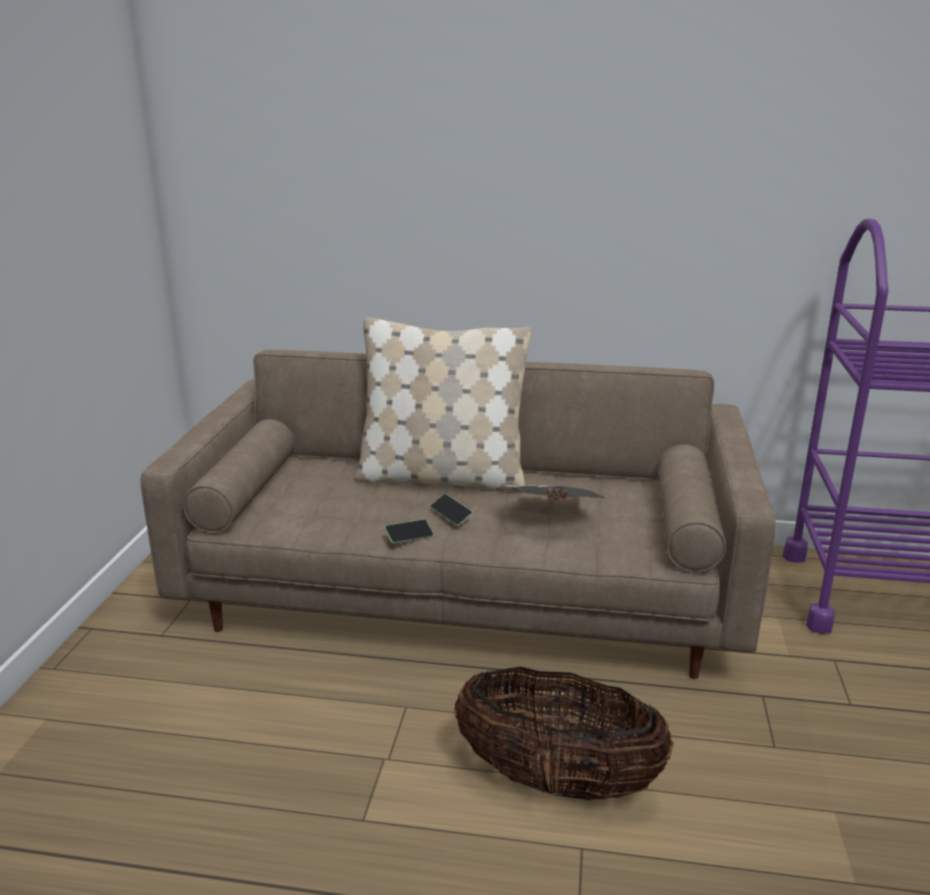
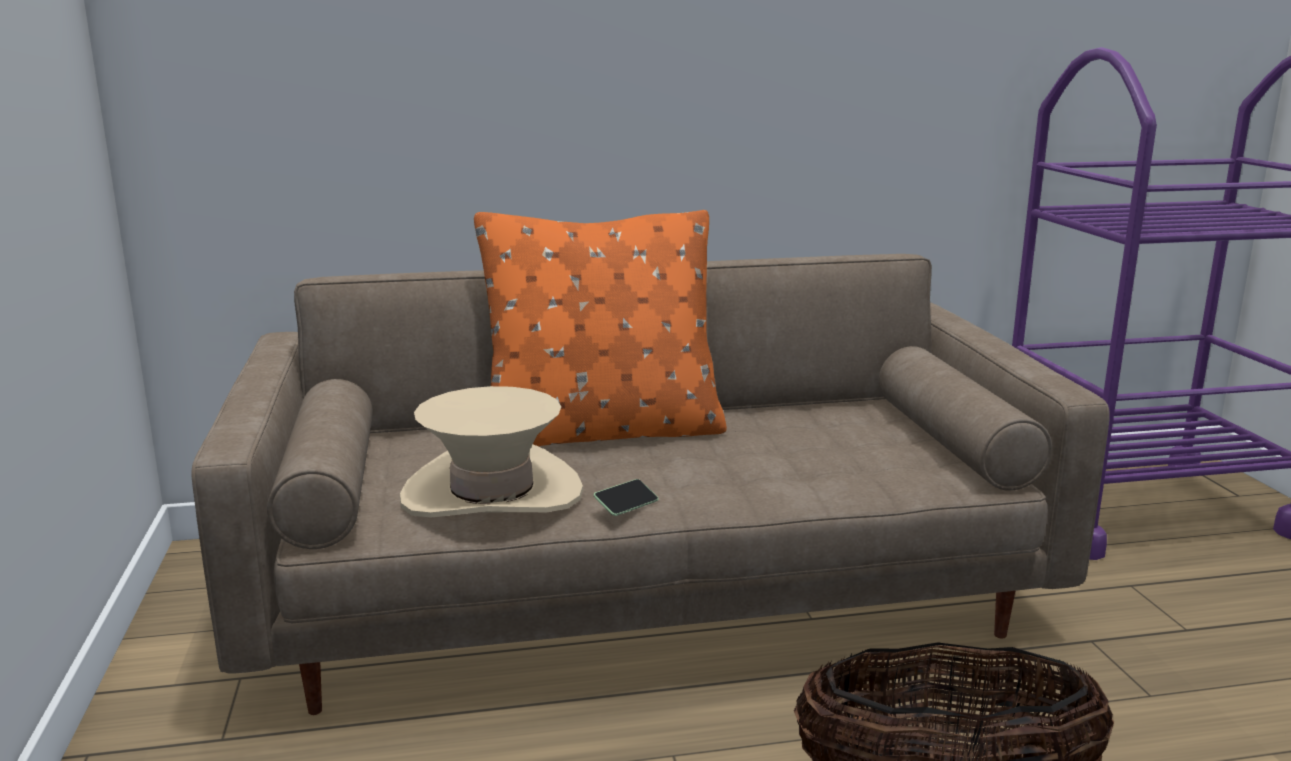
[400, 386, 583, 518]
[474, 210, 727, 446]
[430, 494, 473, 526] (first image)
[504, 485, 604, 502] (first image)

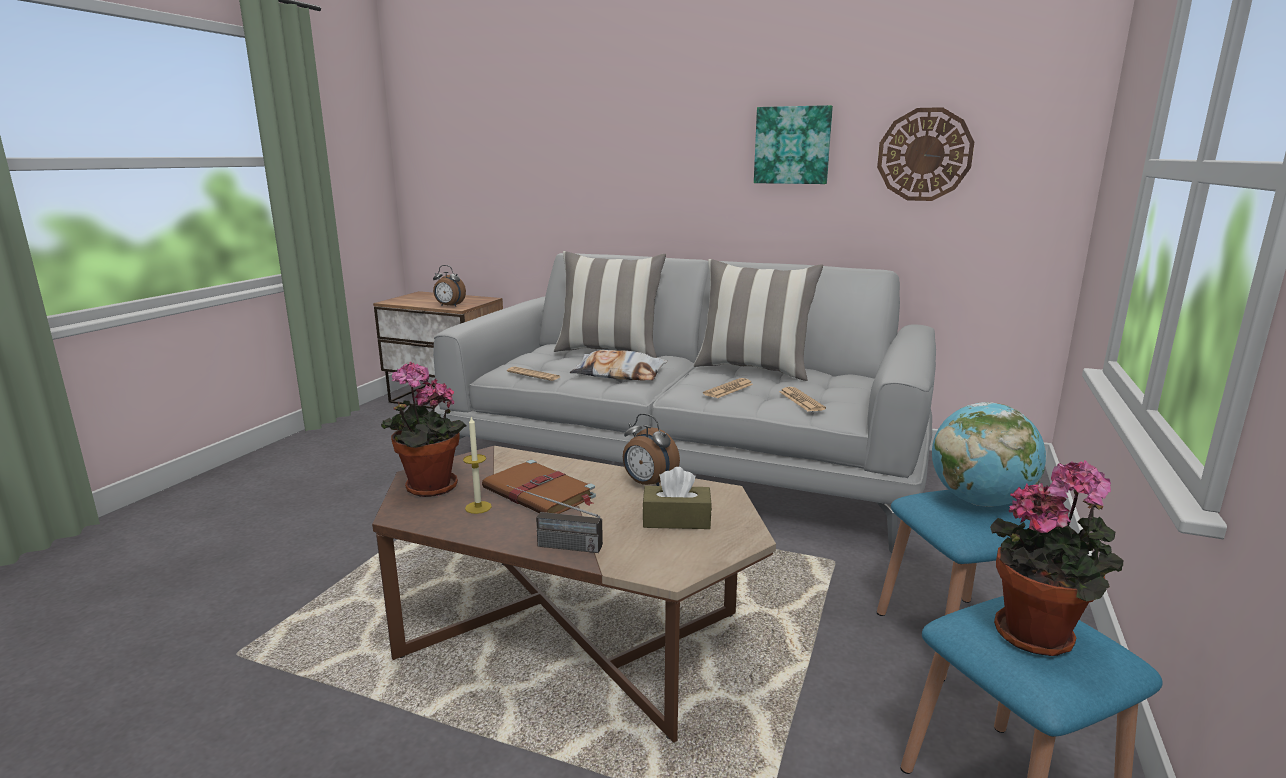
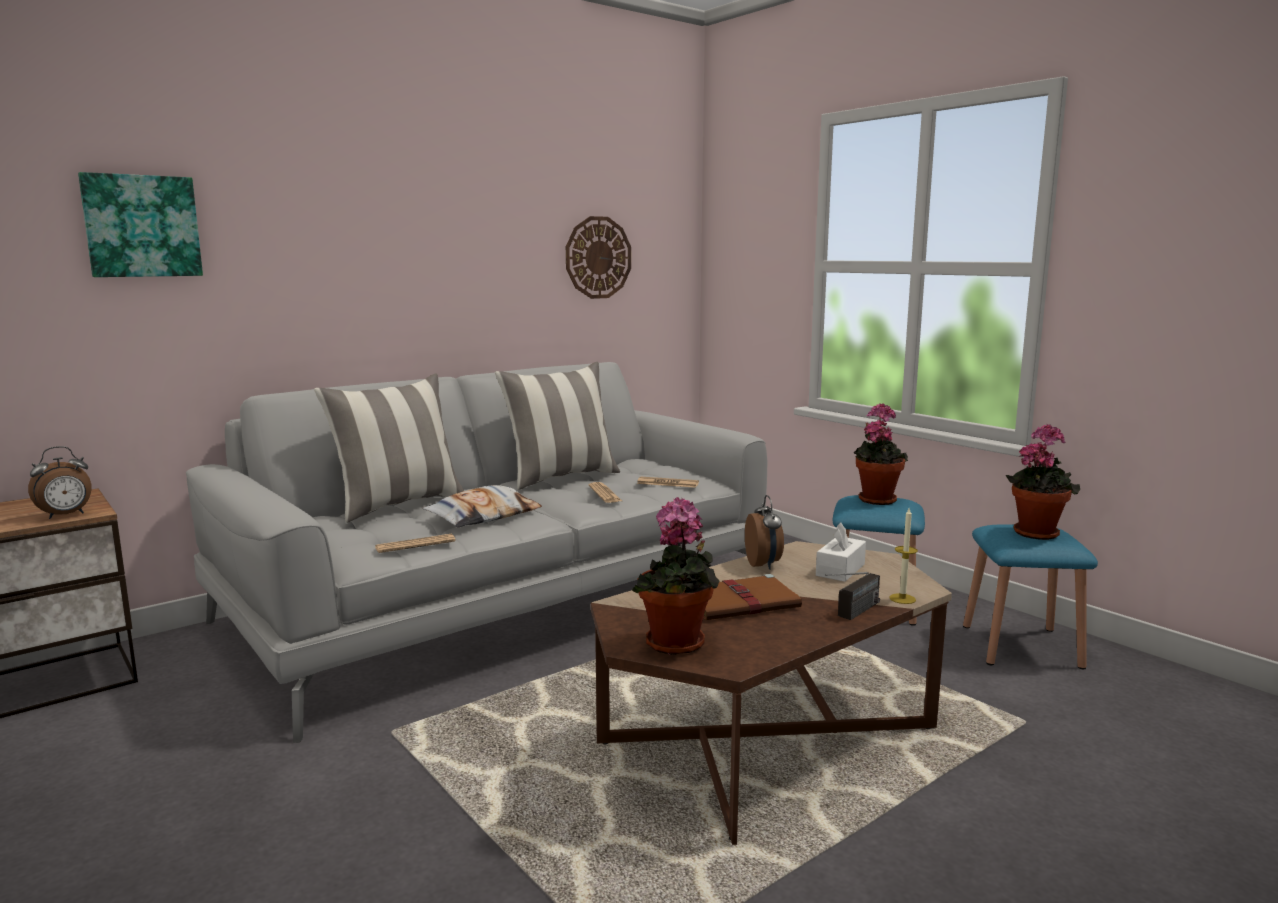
[78, 172, 203, 277]
[745, 495, 784, 570]
[816, 522, 866, 582]
[854, 403, 908, 505]
[889, 508, 918, 604]

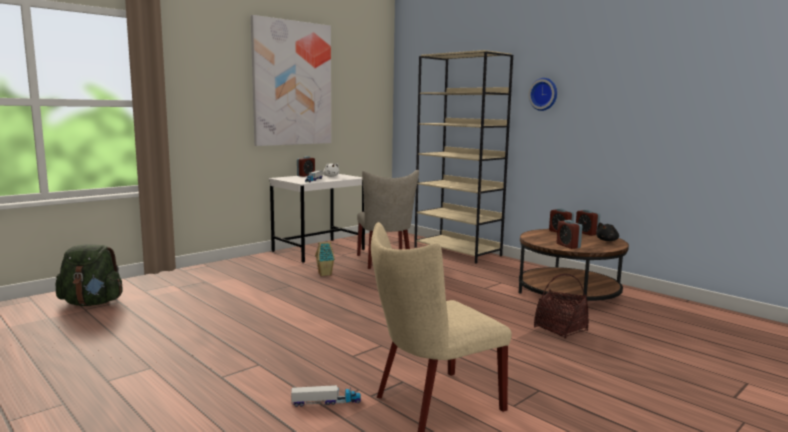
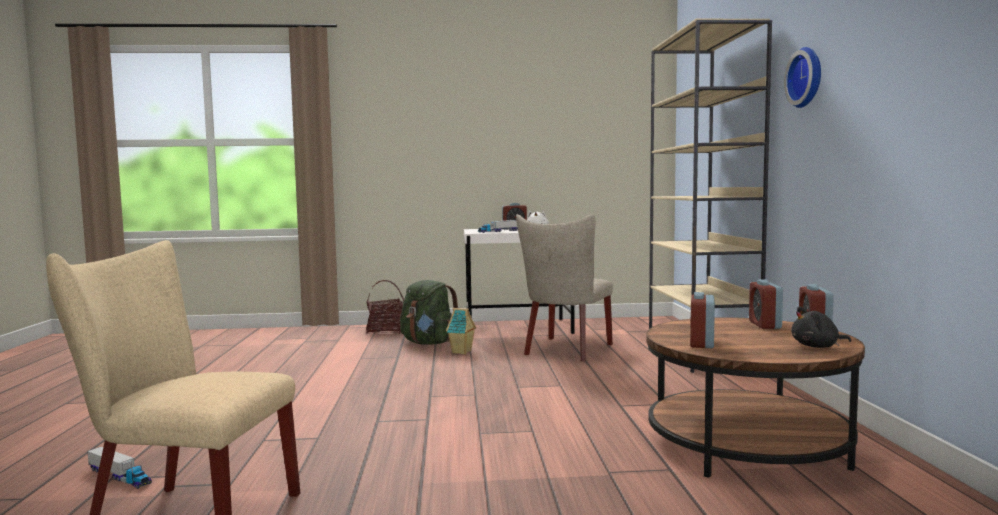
[366, 280, 404, 334]
[400, 280, 459, 345]
[251, 15, 331, 146] (first image)

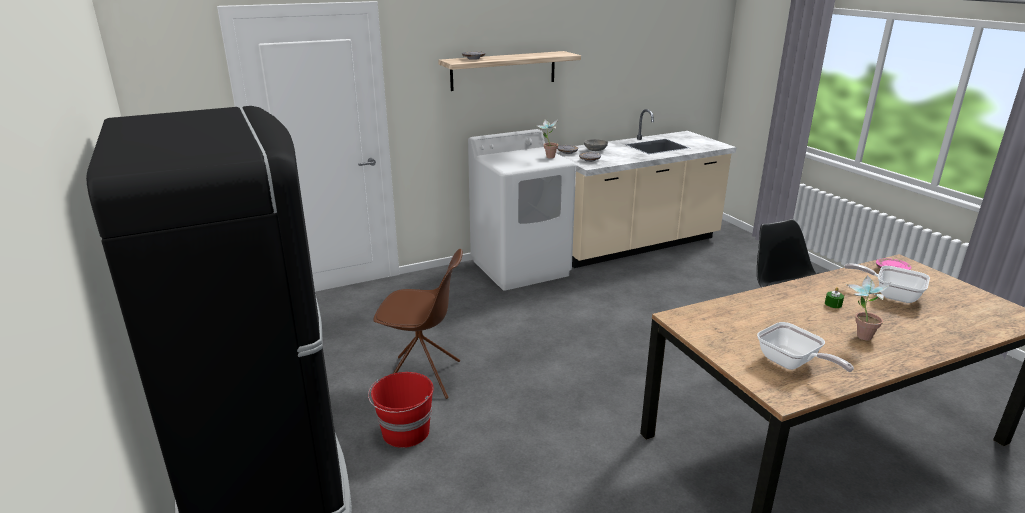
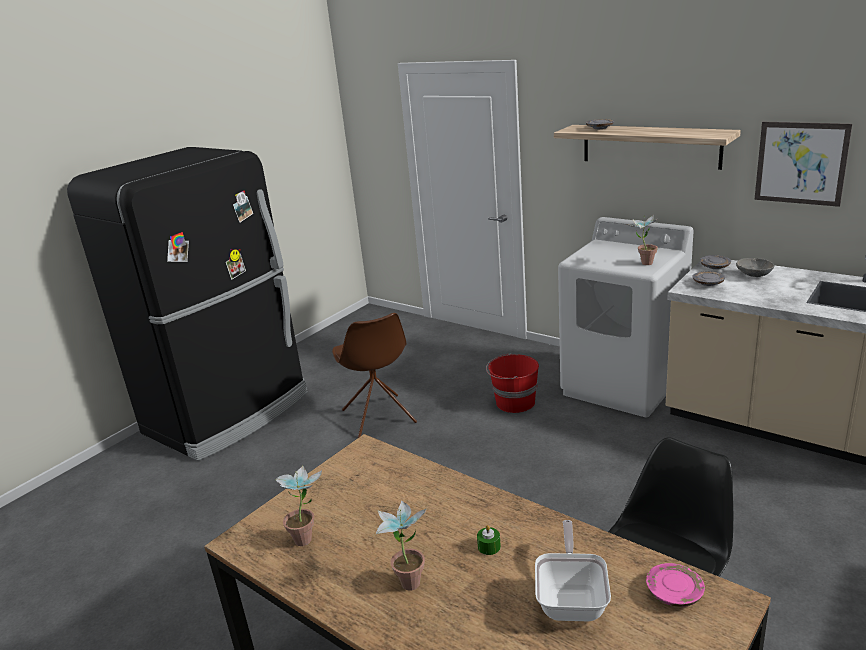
[275, 466, 322, 546]
[486, 353, 539, 413]
[754, 122, 852, 207]

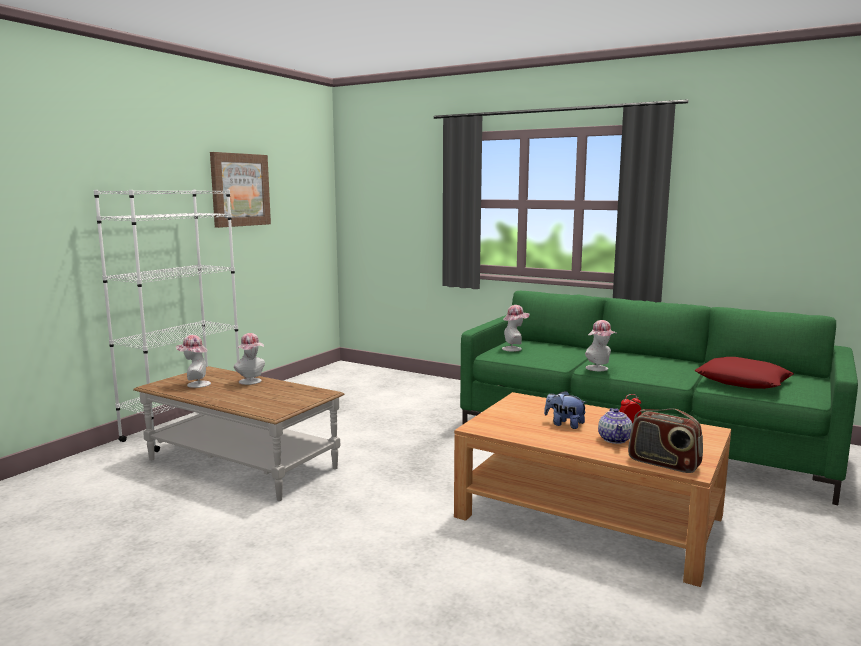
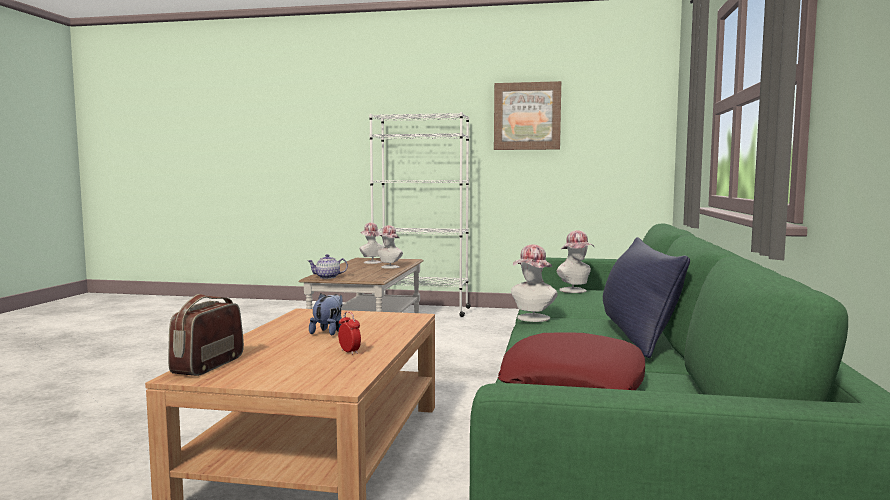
[308, 254, 348, 279]
[603, 237, 690, 358]

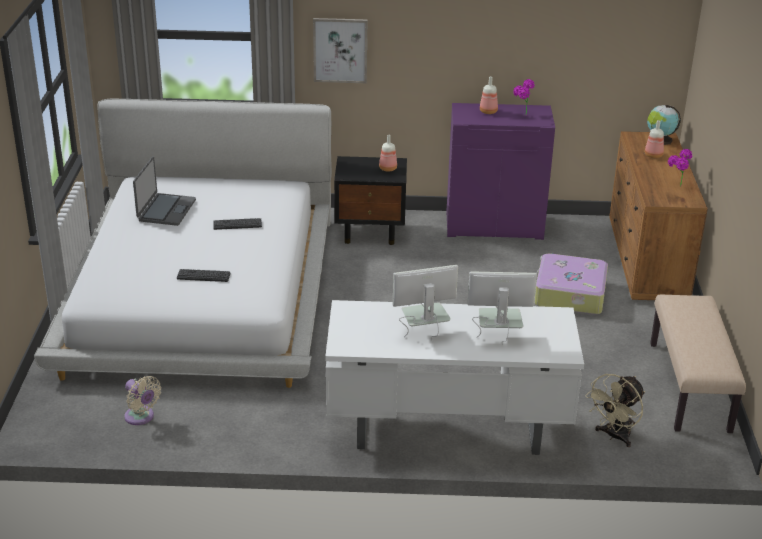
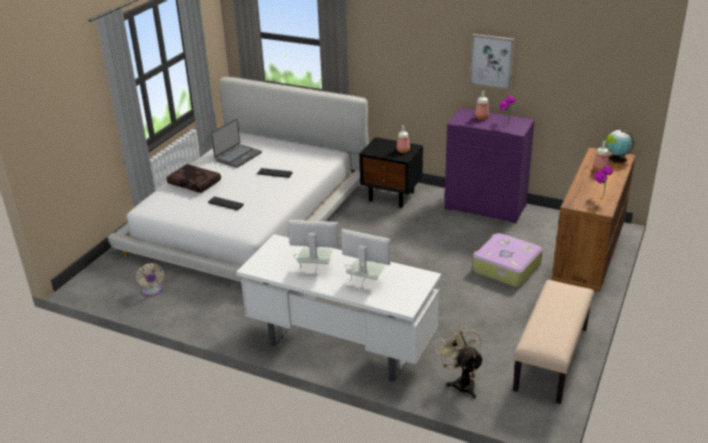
[166, 164, 221, 193]
[435, 325, 484, 398]
[470, 34, 515, 90]

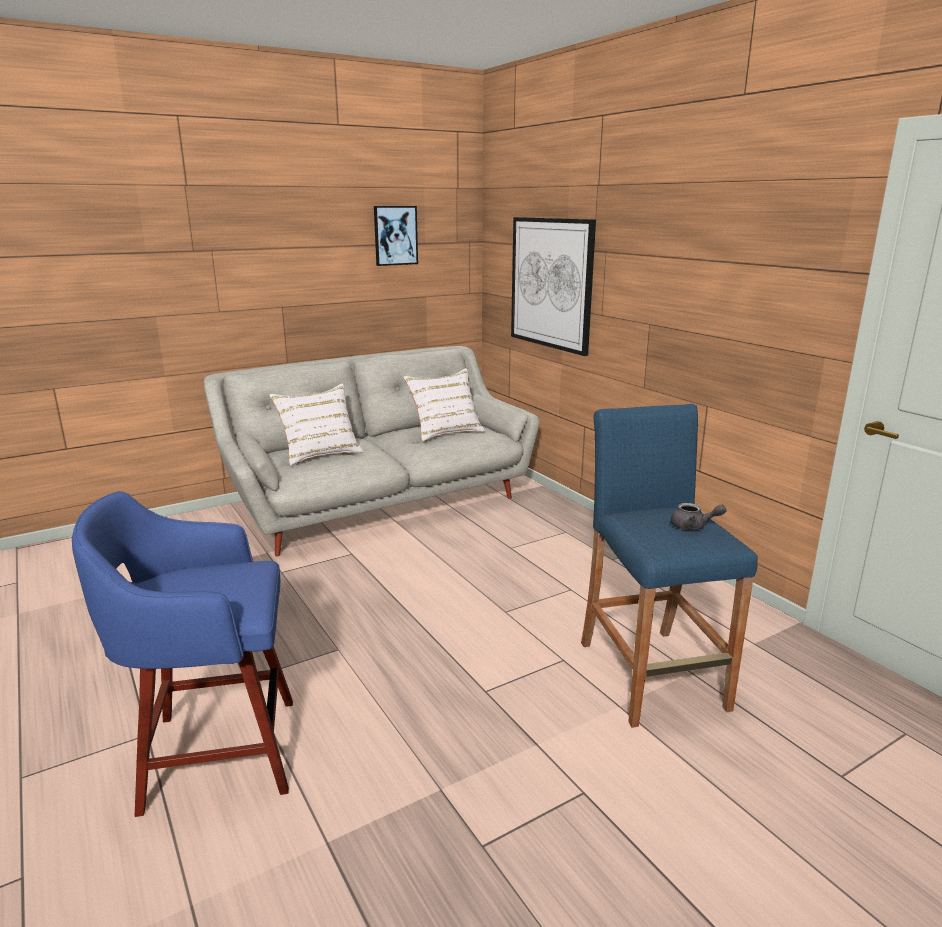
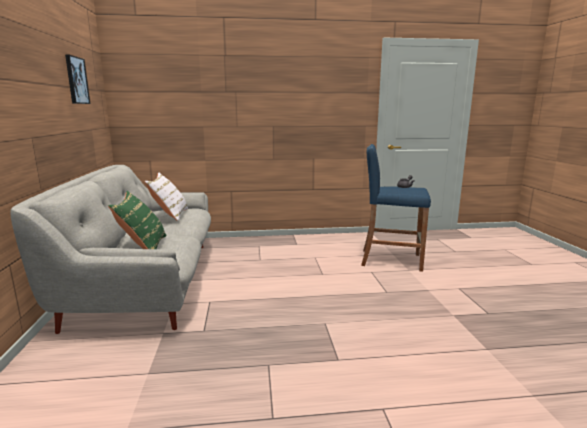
[108, 191, 166, 249]
[72, 491, 293, 817] (first image)
[511, 217, 596, 356] (first image)

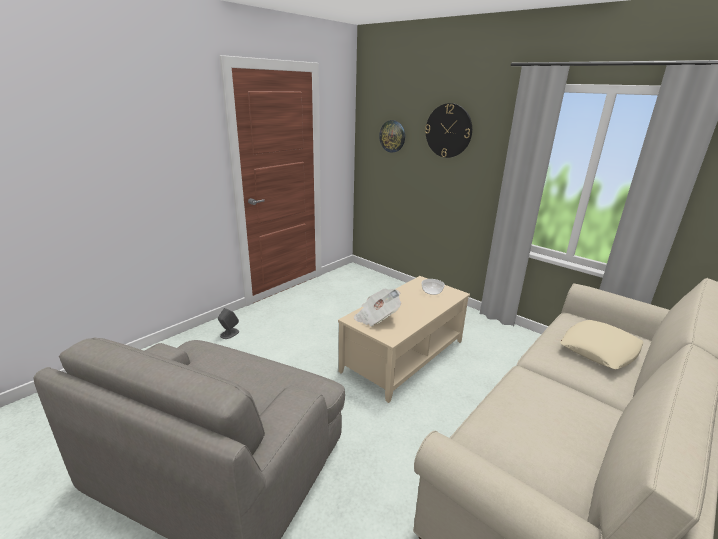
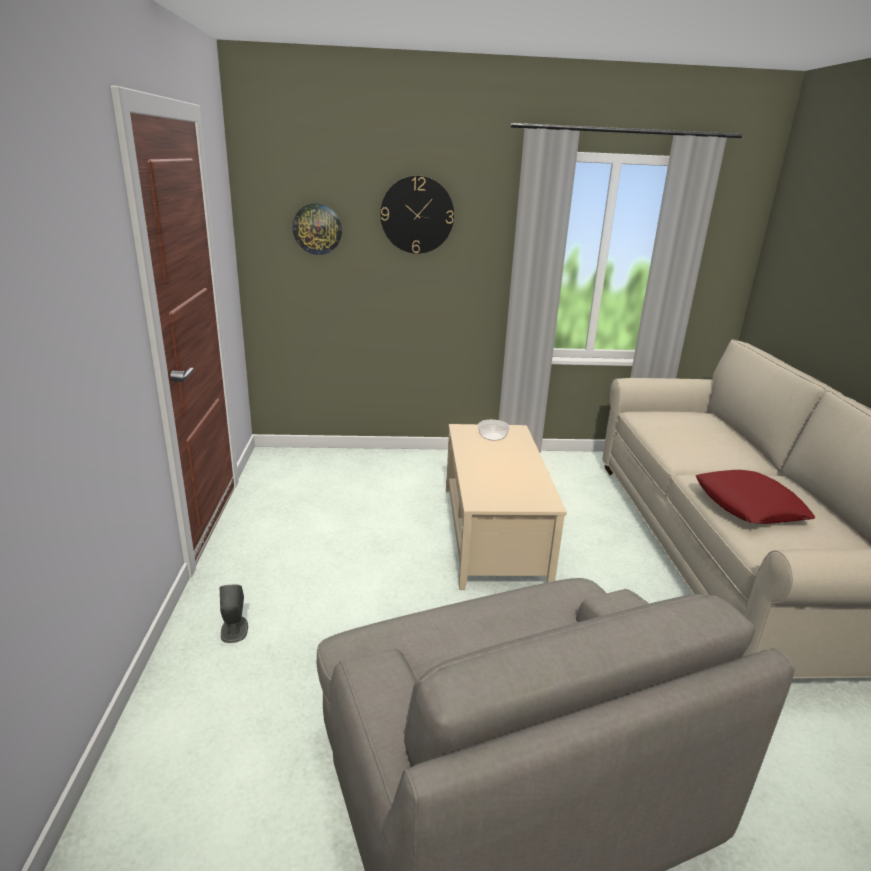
[696, 470, 816, 524]
[354, 289, 401, 327] (first image)
[560, 320, 644, 369] (first image)

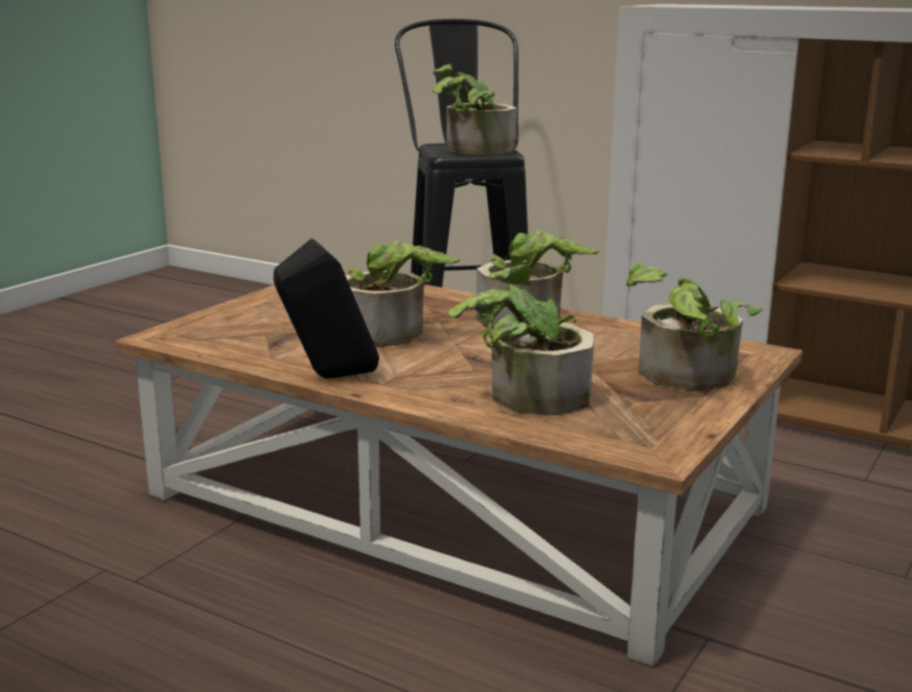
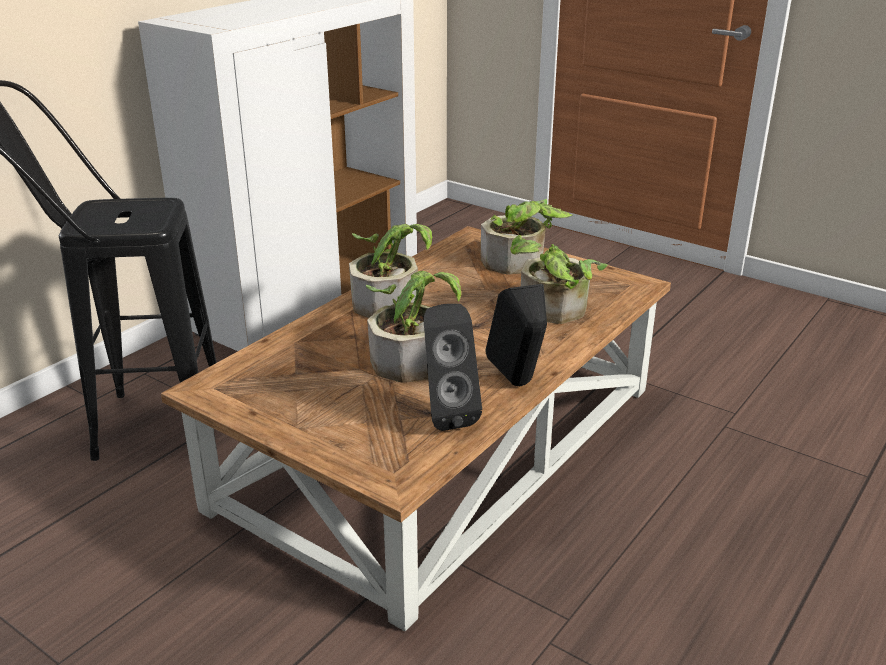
[423, 304, 482, 431]
[432, 64, 517, 155] (first image)

